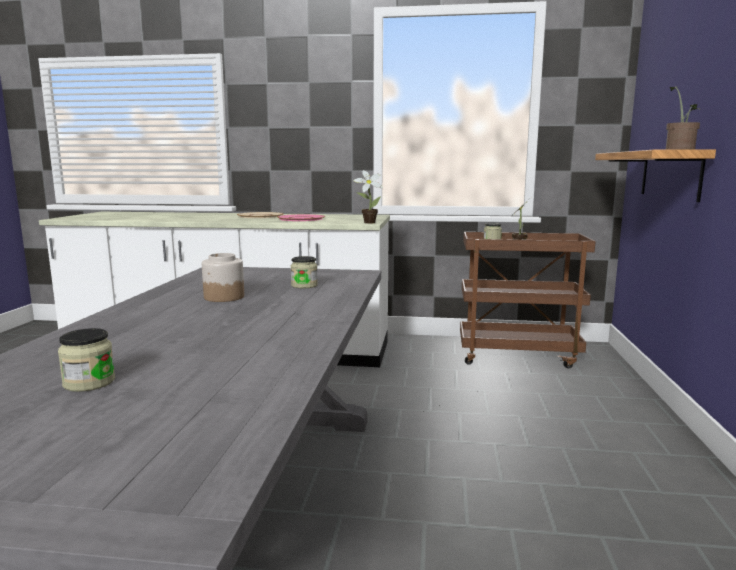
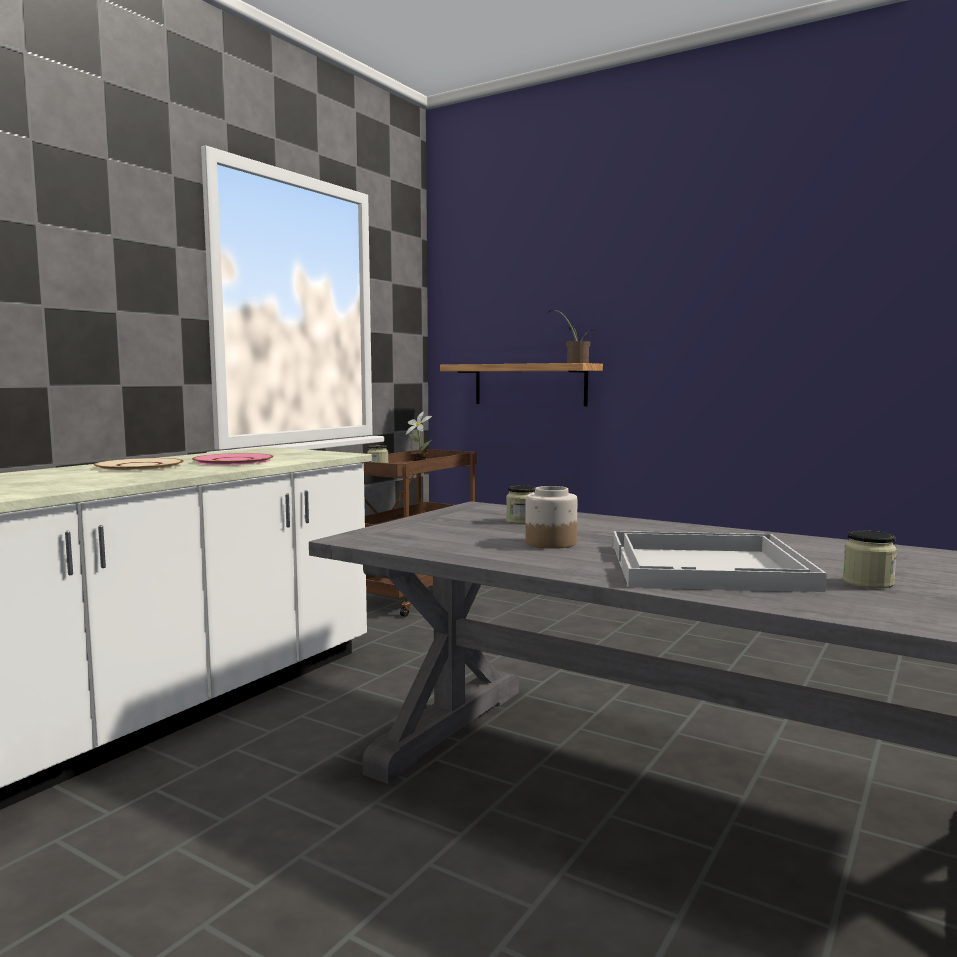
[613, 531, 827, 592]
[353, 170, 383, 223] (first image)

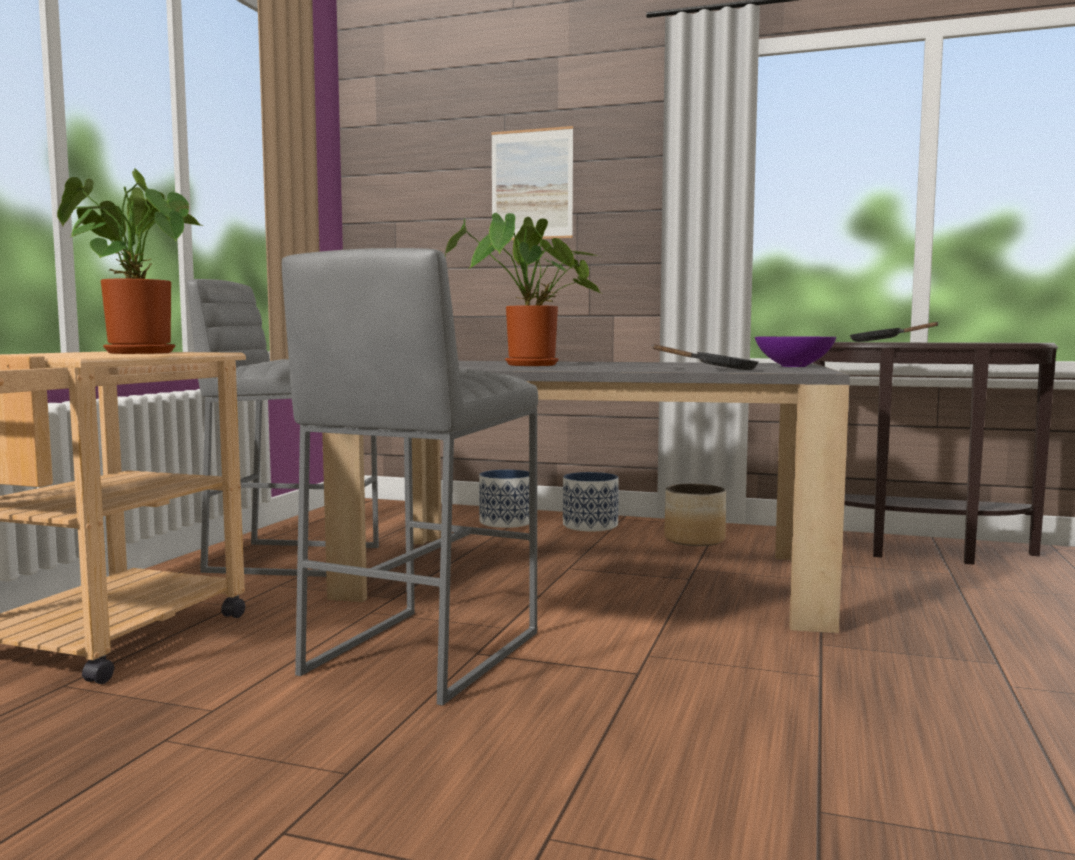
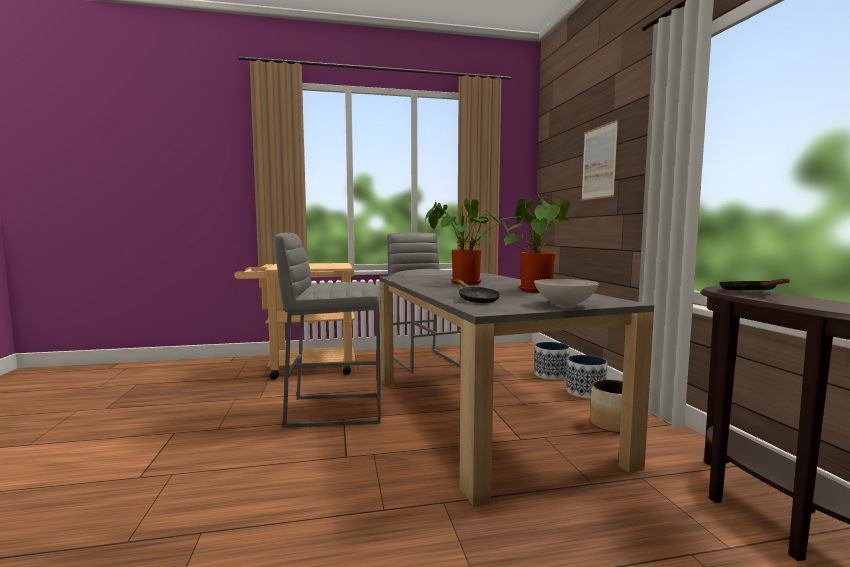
[498, 194, 573, 293]
[534, 279, 599, 307]

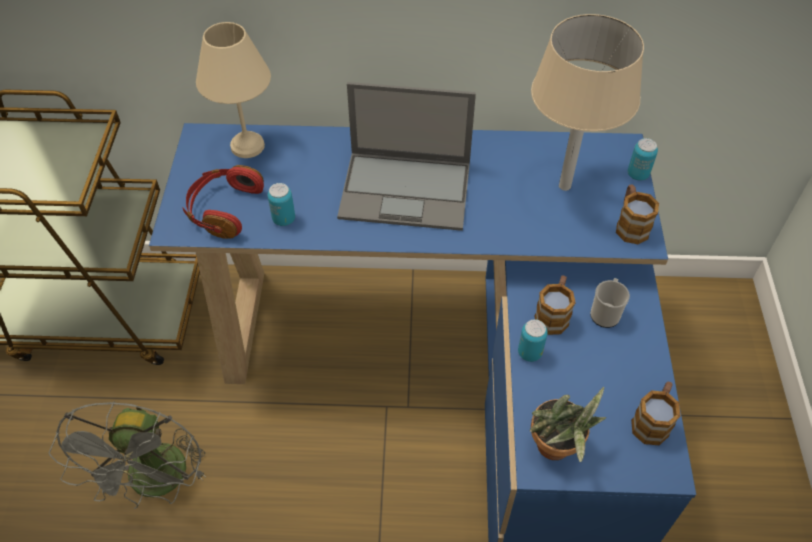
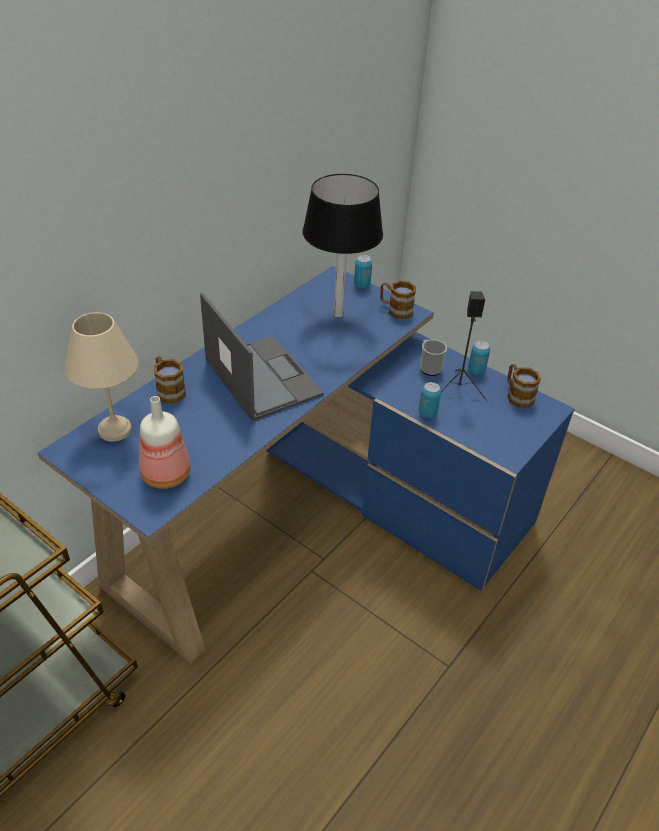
[139, 396, 191, 489]
[154, 356, 186, 403]
[200, 293, 323, 421]
[302, 174, 383, 317]
[441, 291, 488, 401]
[468, 341, 490, 375]
[49, 401, 206, 509] (first image)
[530, 387, 606, 462] (first image)

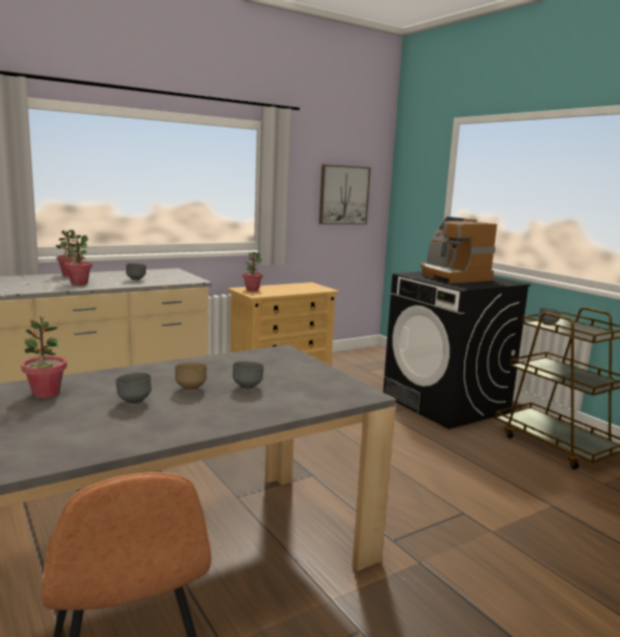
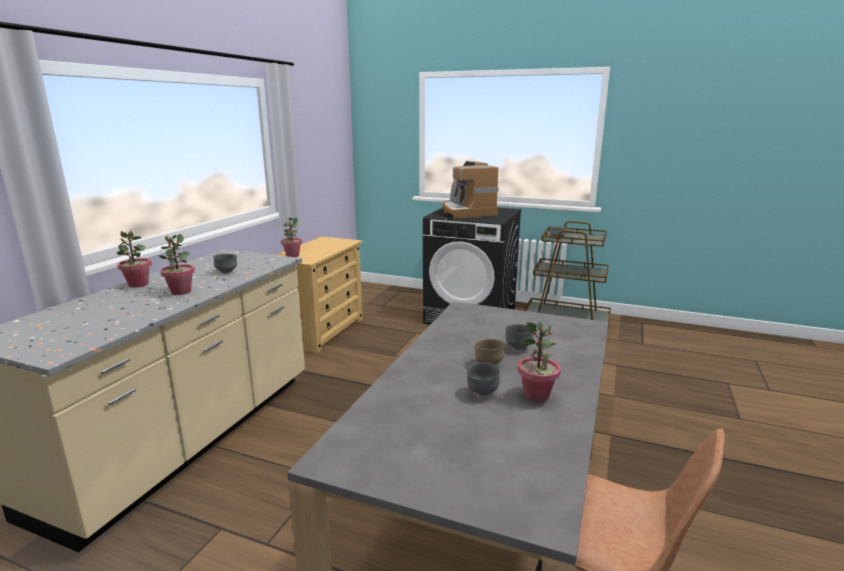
[442, 161, 499, 219]
[518, 322, 561, 402]
[319, 165, 371, 224] (first image)

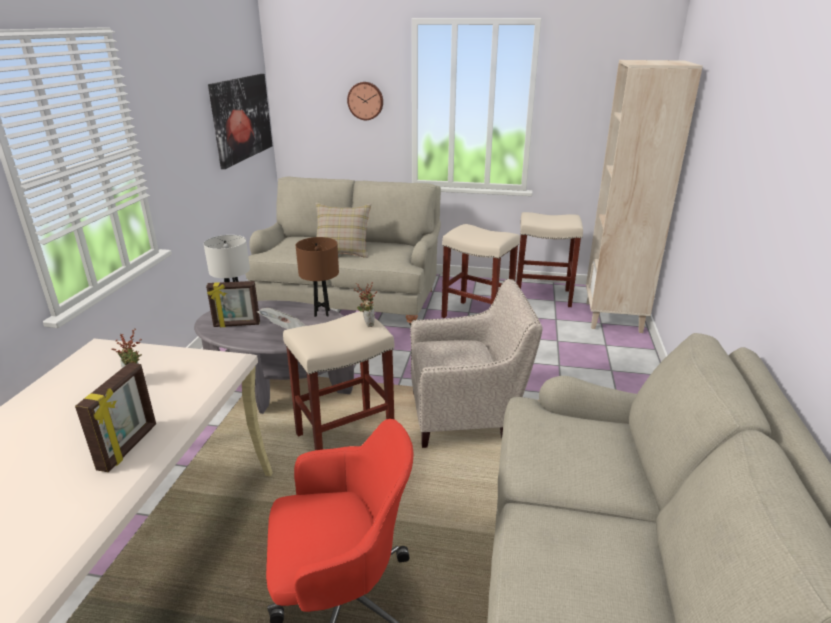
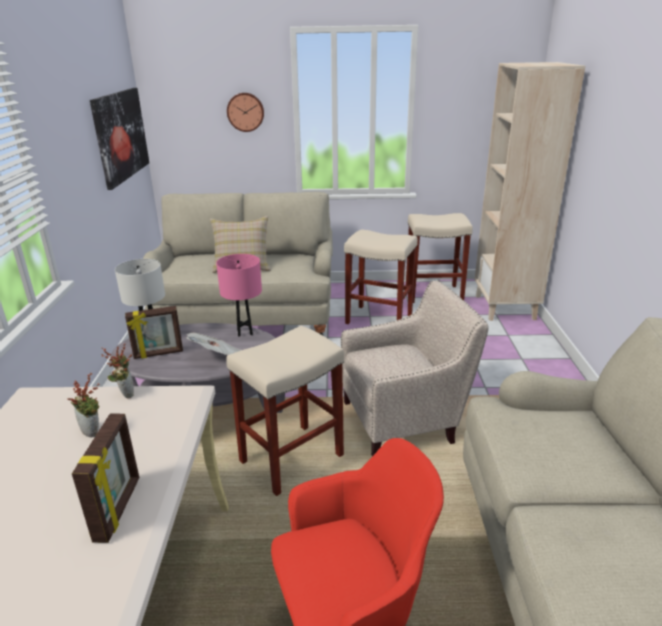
[102, 344, 134, 399]
[216, 254, 262, 337]

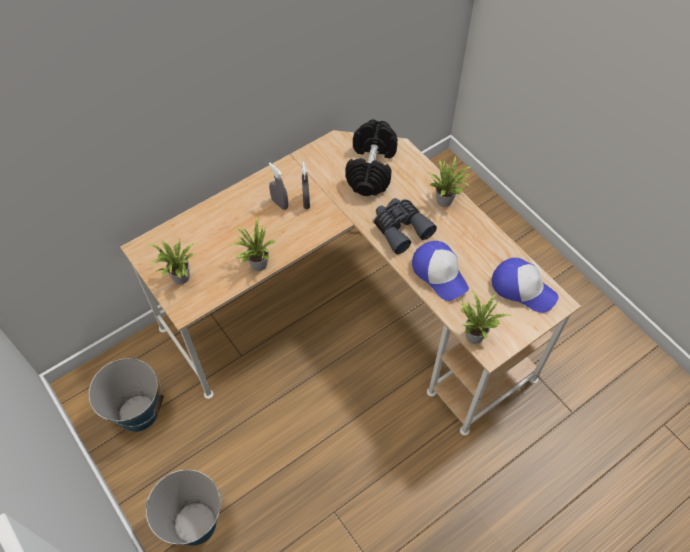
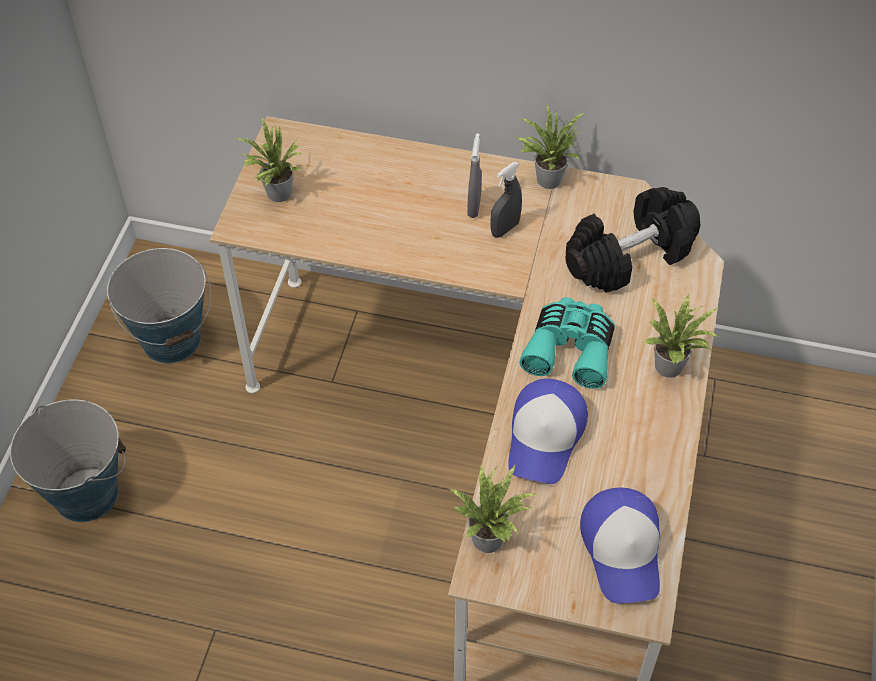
[516, 104, 584, 189]
[520, 297, 615, 389]

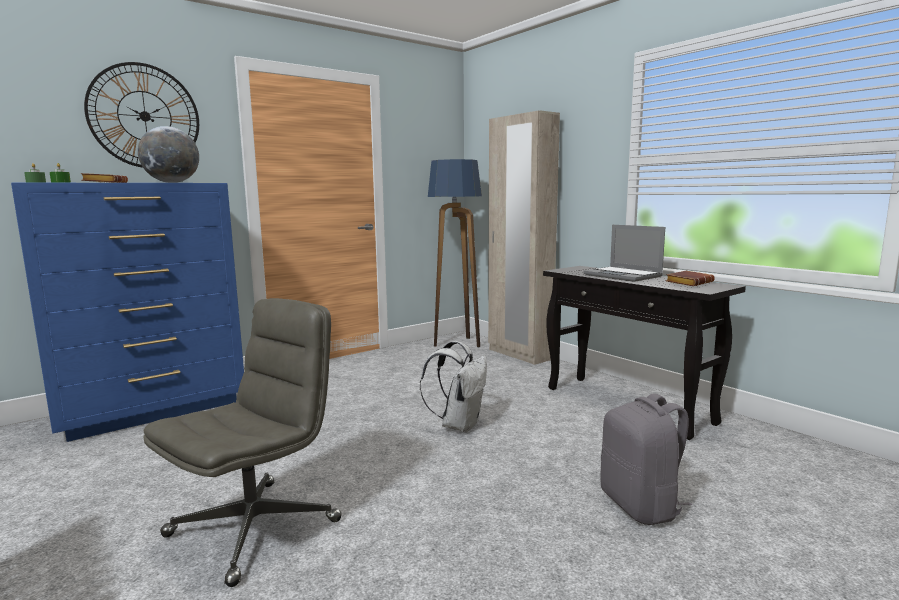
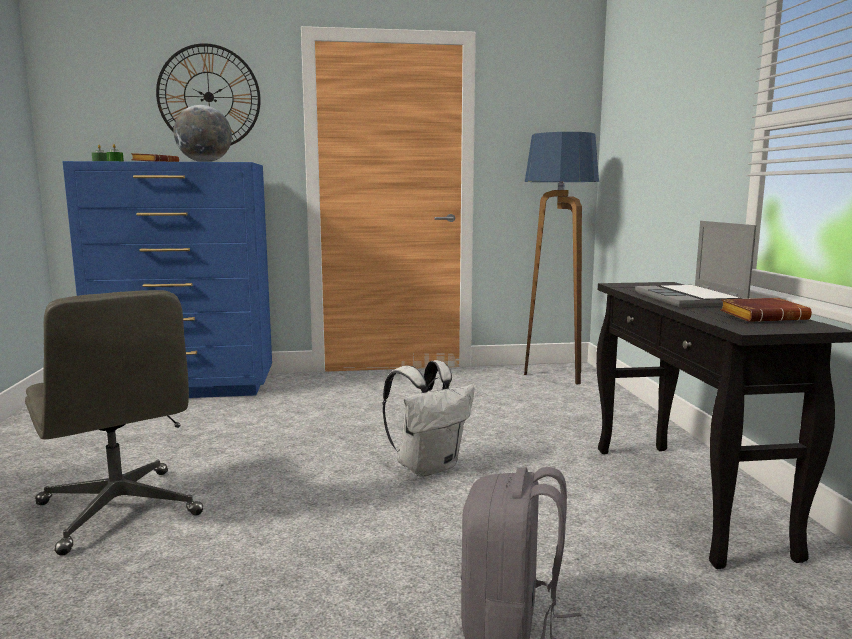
[25, 290, 203, 556]
[488, 110, 560, 365] (first image)

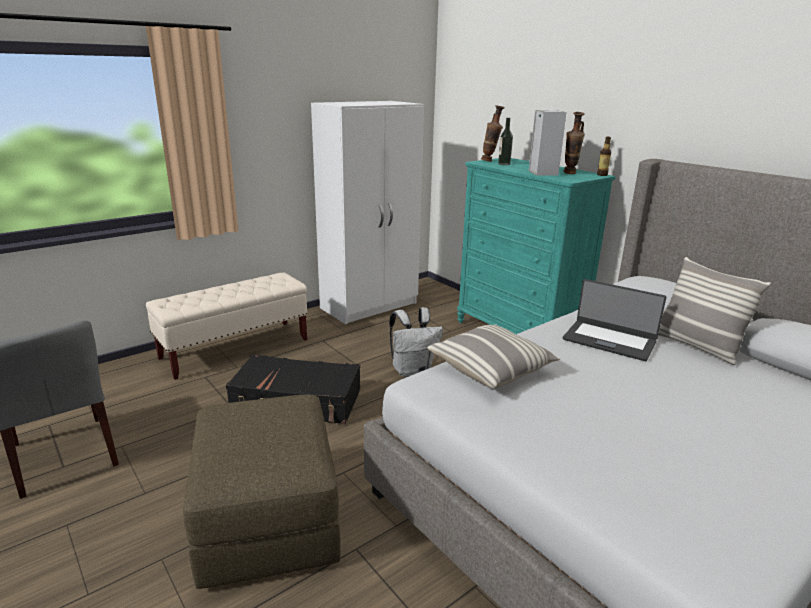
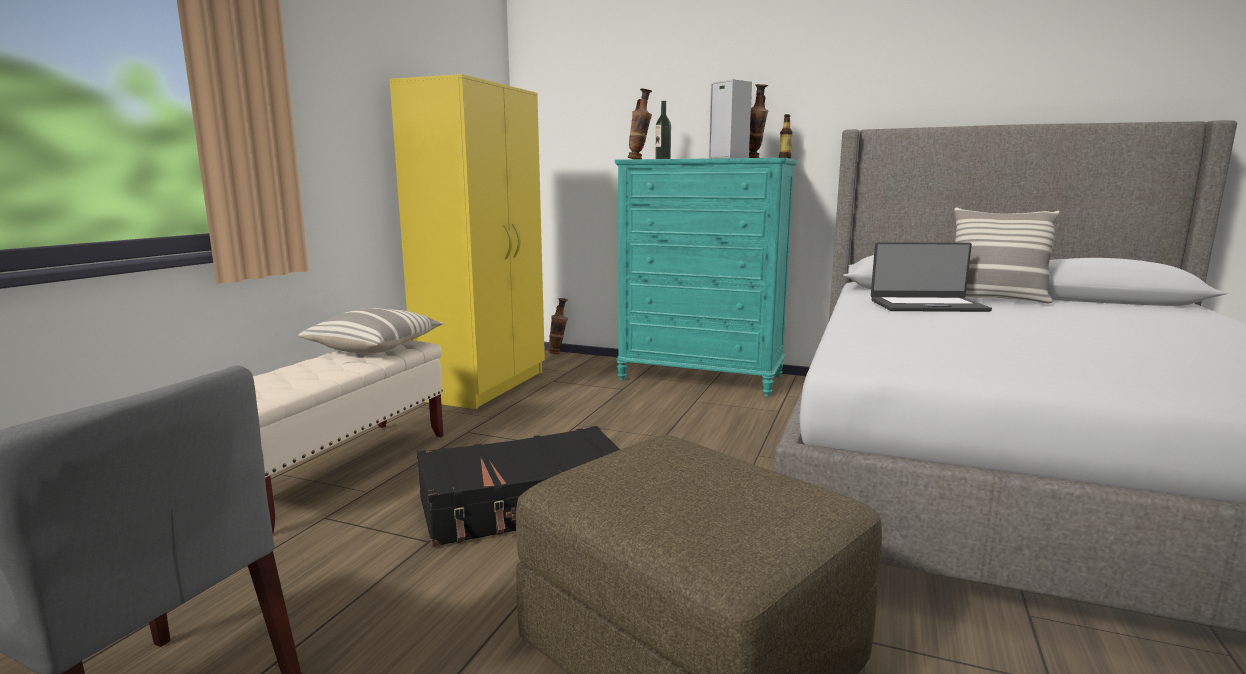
[298, 308, 443, 353]
[390, 74, 545, 409]
[548, 298, 568, 354]
[389, 307, 443, 377] (first image)

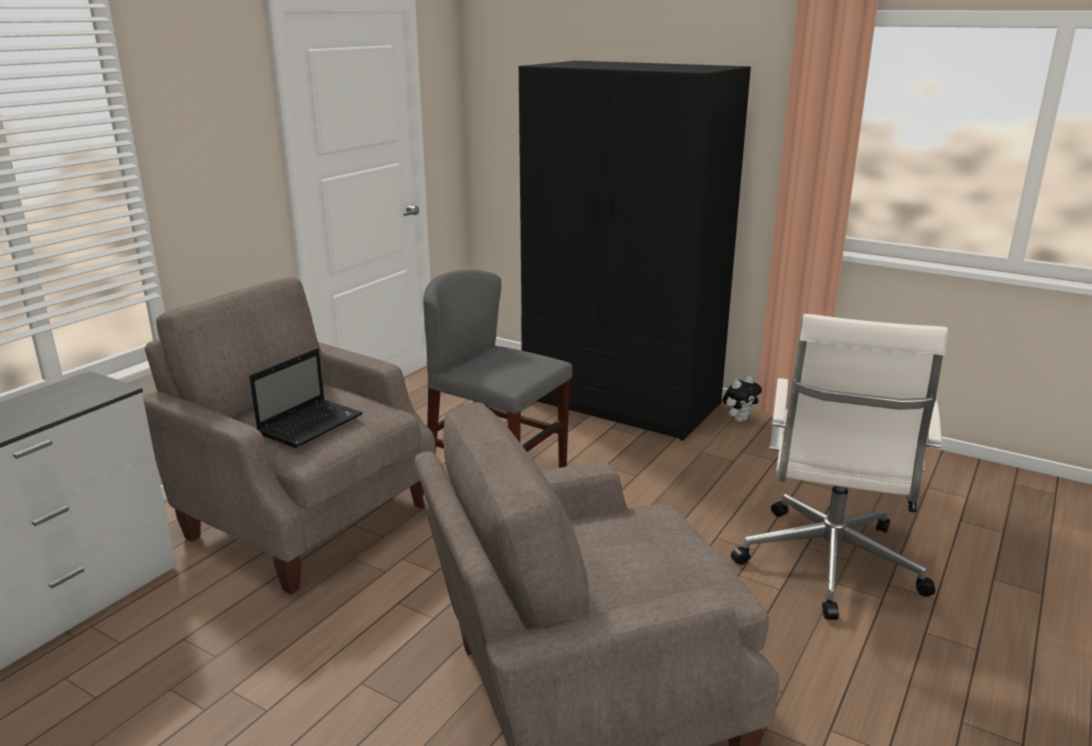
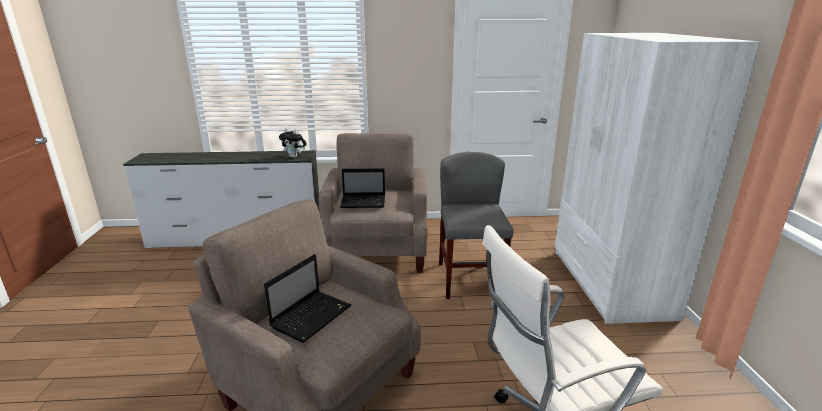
[264, 254, 351, 343]
[279, 128, 307, 158]
[555, 33, 760, 324]

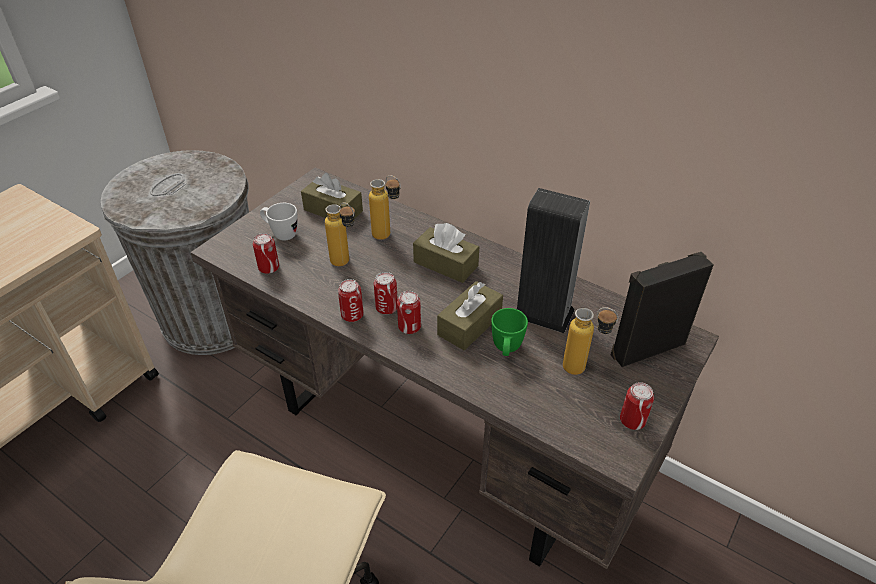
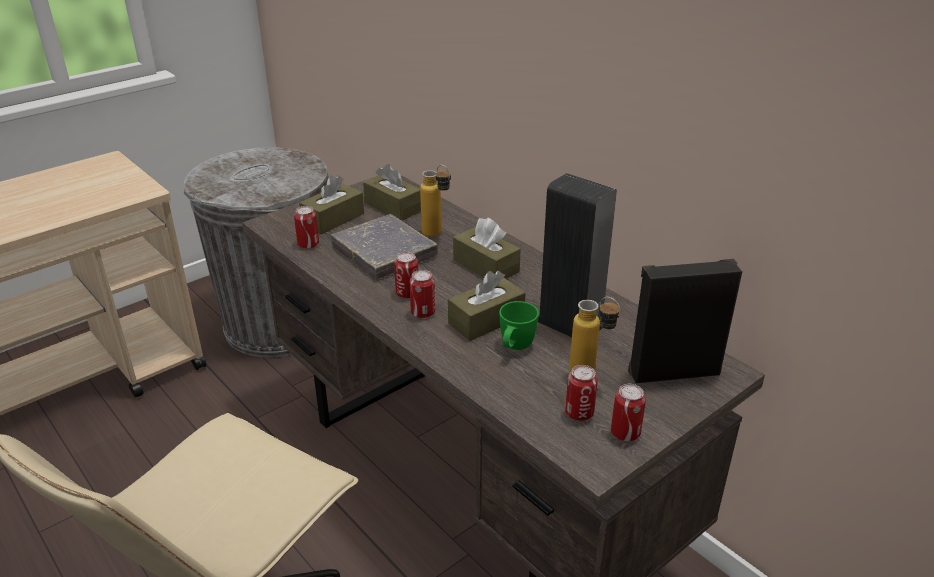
[299, 175, 364, 234]
[331, 214, 438, 279]
[565, 365, 598, 421]

